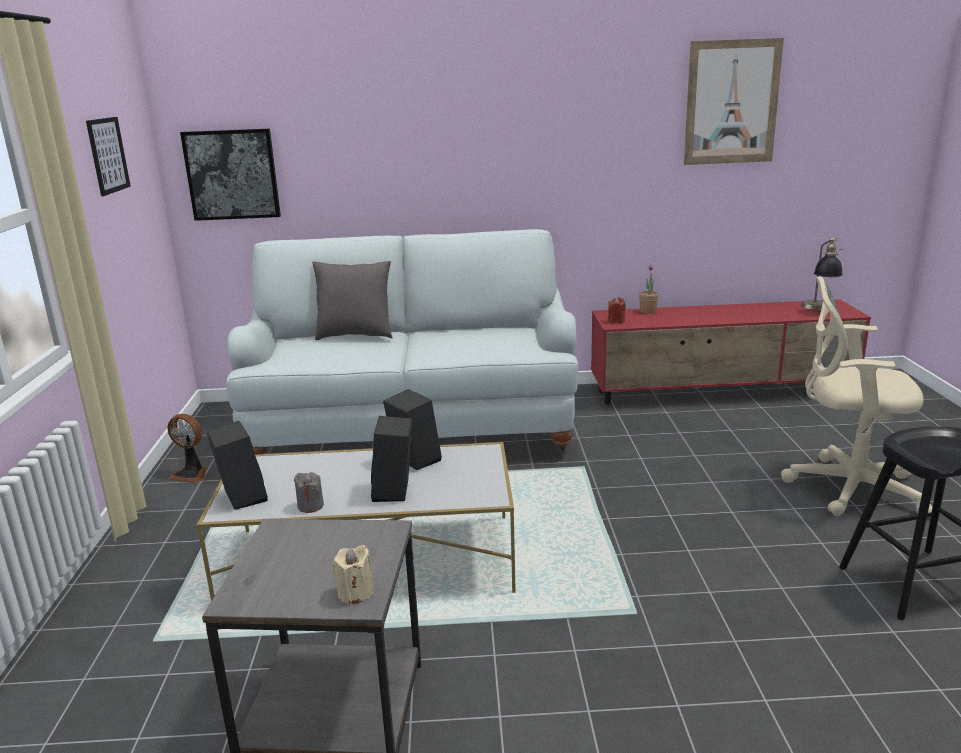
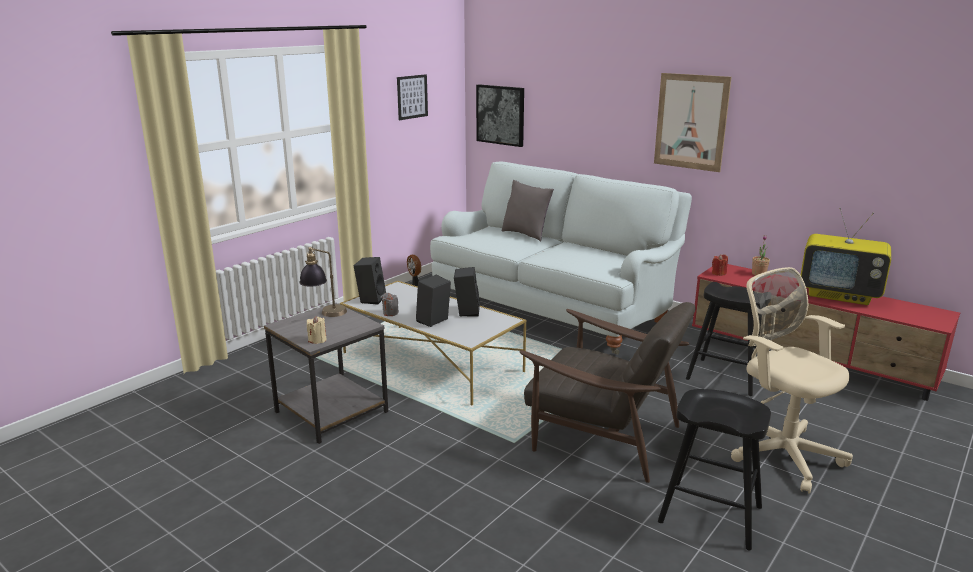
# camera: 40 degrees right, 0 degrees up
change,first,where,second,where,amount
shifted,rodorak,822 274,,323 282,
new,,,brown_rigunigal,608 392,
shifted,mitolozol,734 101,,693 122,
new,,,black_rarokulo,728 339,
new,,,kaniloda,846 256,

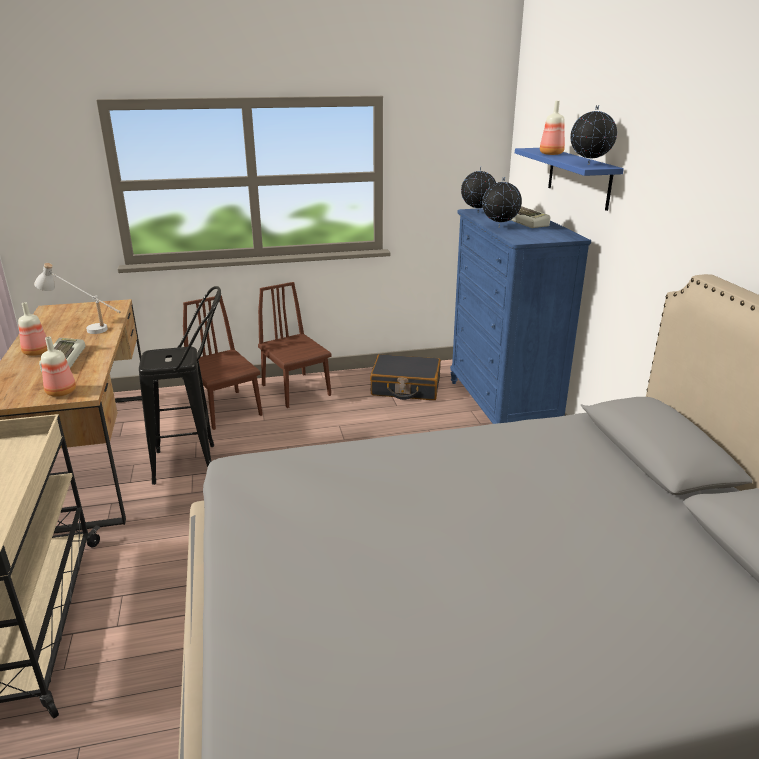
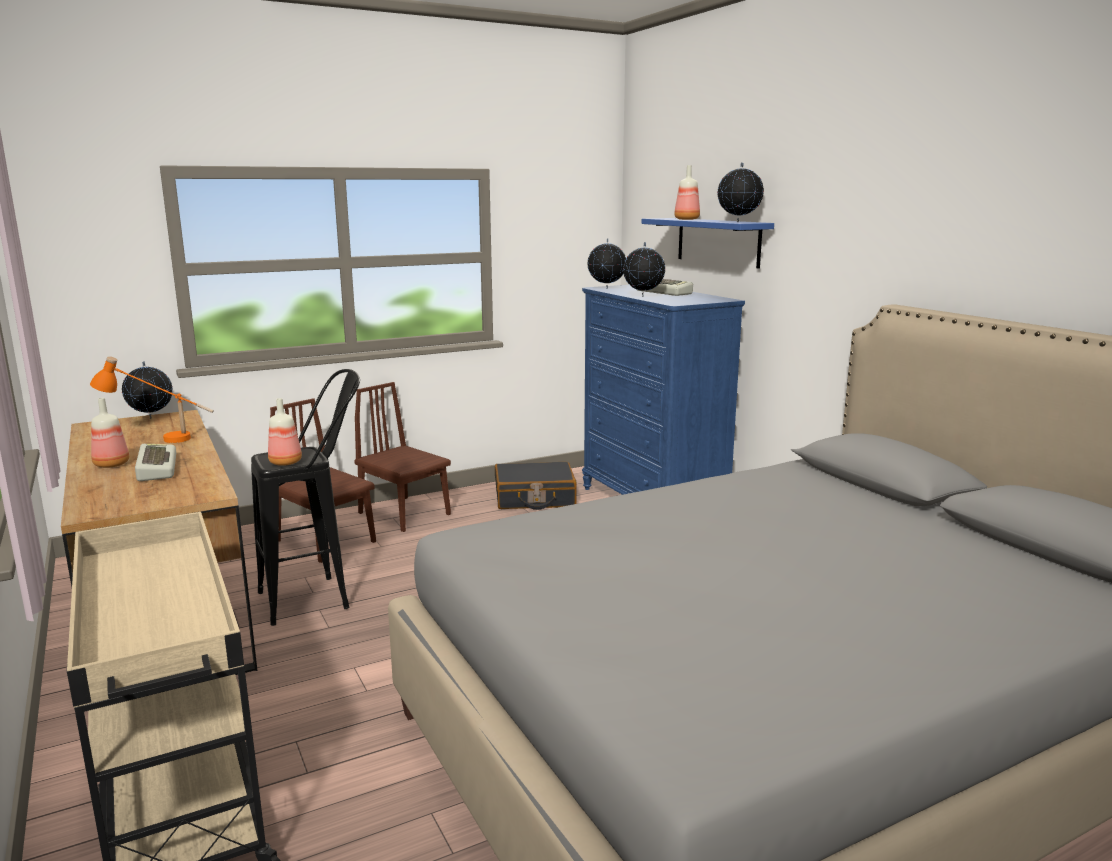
# camera: 15 degrees left, 10 degrees down
change,first,where,second,where,amount
repainted,white_rodorak,77 298,orange_rodorak,152 399,
new,,,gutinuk,147 390,
shifted,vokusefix,58 367,,285 432,

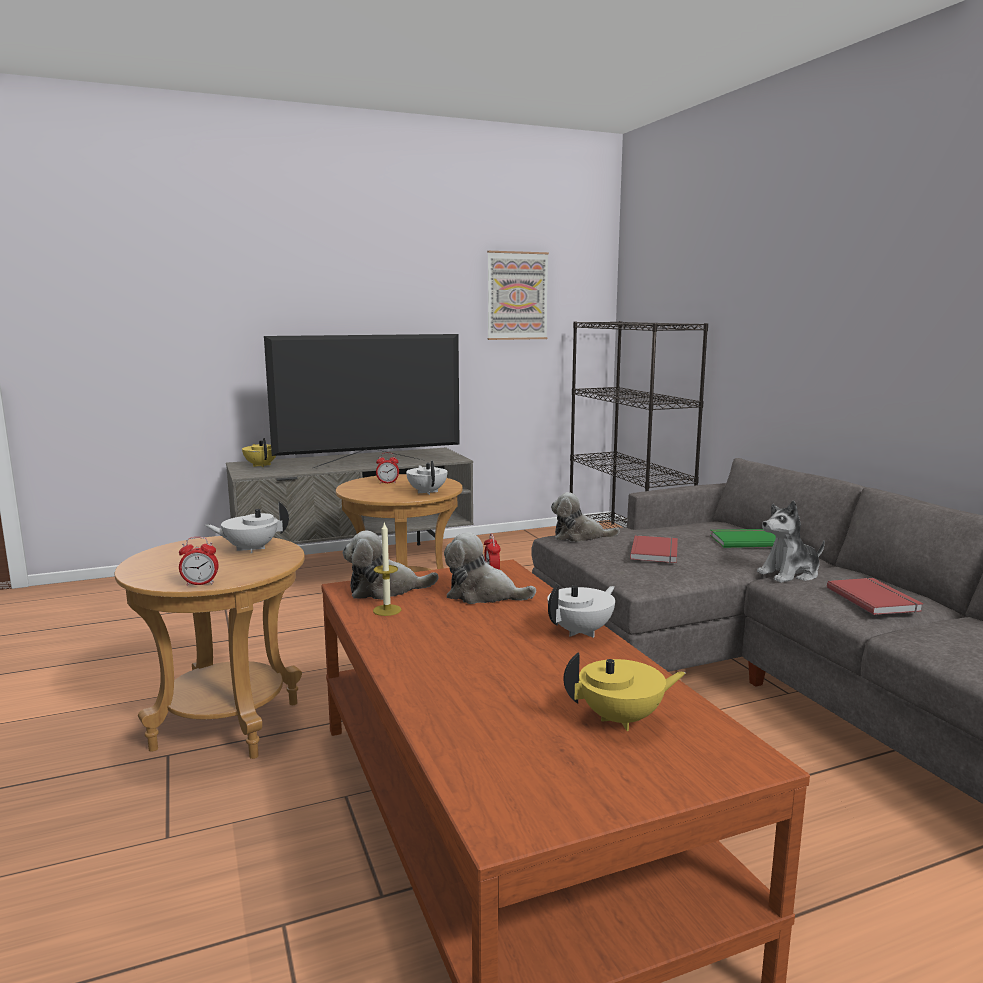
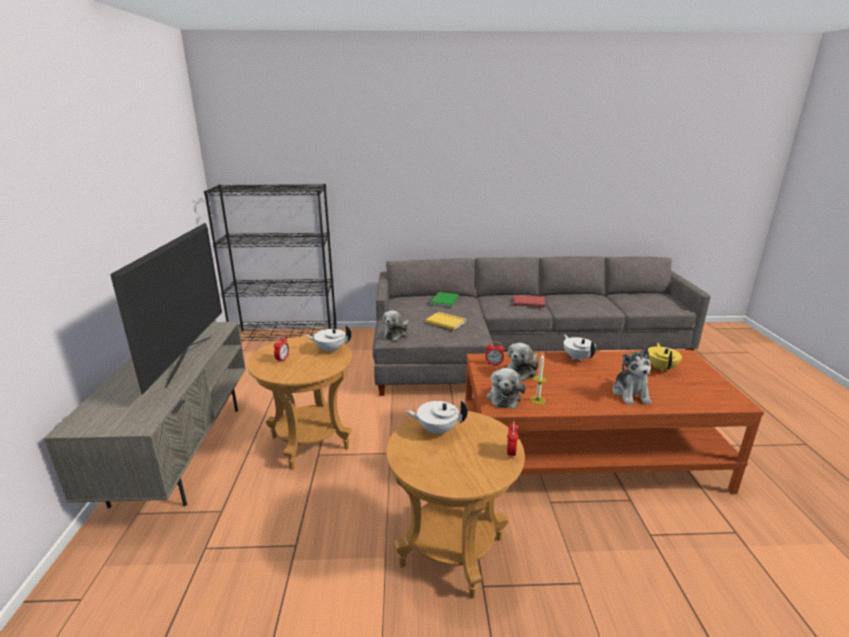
# camera: 70 degrees left, 10 degrees up
change,first,where,second,where,amount
rotated,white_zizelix,247 527,,436 419,90 degrees clockwise
repainted,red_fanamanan,654 549,yellow_fanamanan,445 321,
shifted,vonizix,791 541,,632 375,
gone,yellow_zizelix,259 452,,,
gone,mitolozol,518 295,,,

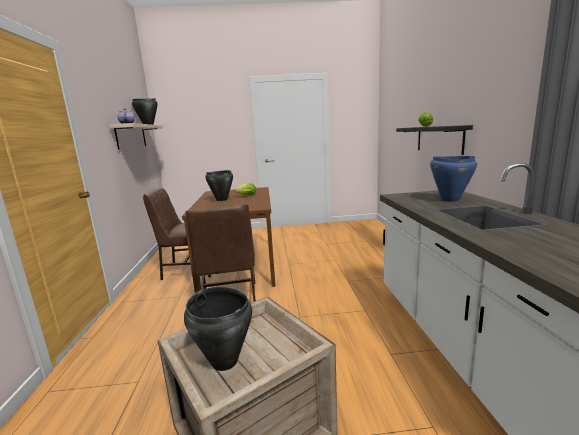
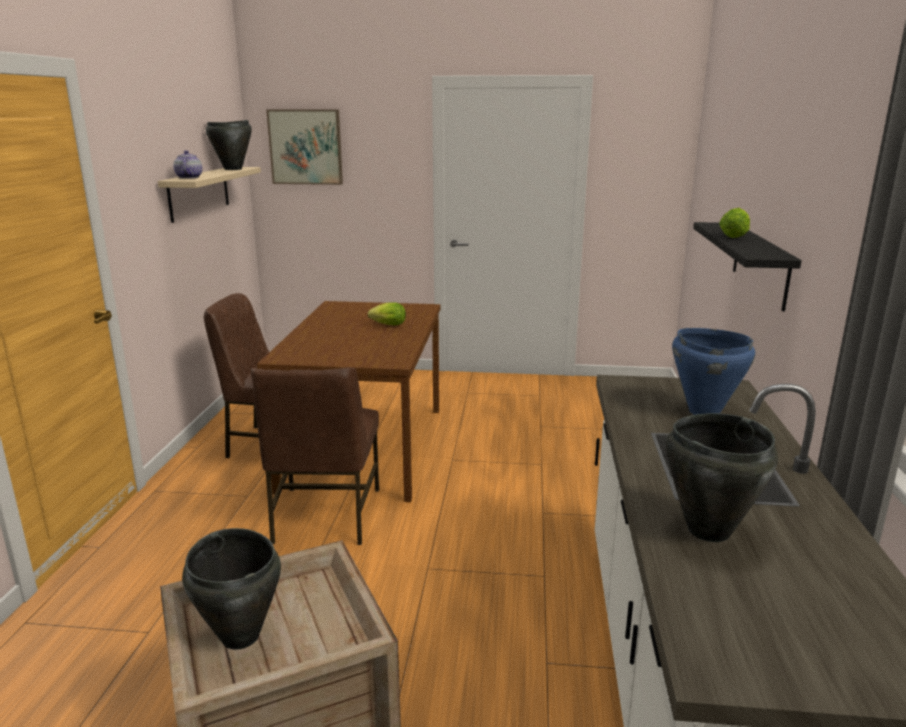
# camera: 10 degrees right, 5 degrees up
change,first,where,second,where,amount
new,,,mitolozol,304 147,
shifted,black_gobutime,219 185,,722 477,

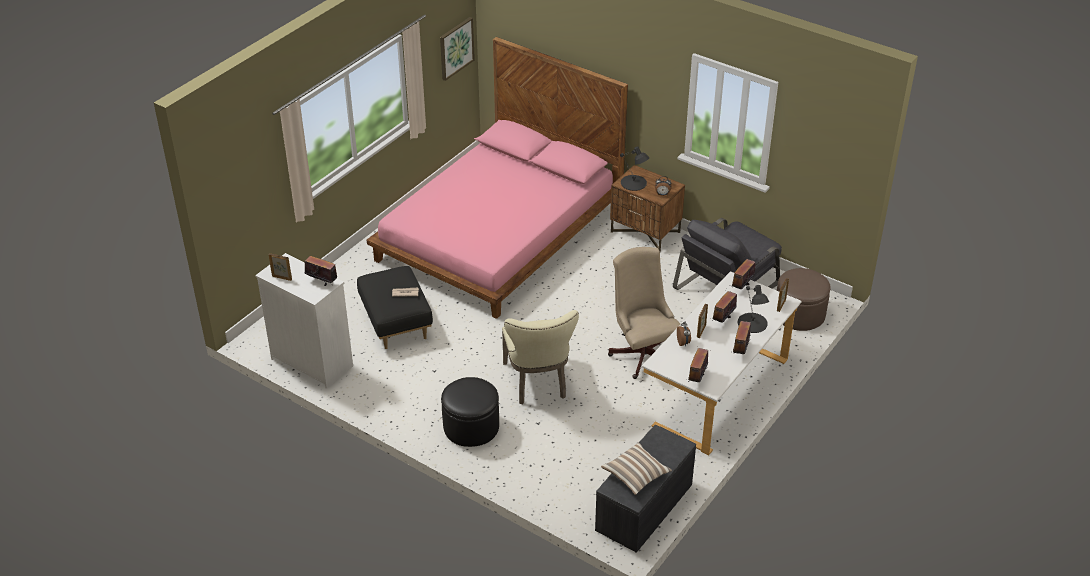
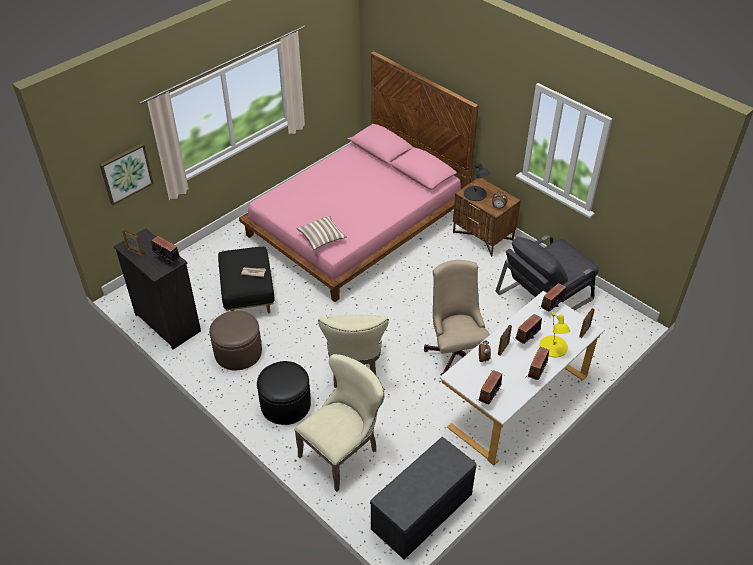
# camera: 10 degrees right, 5 degrees up
change,first,where,second,where,amount
shifted,mitolozol,457 49,,127 174,
repainted,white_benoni,304 321,black_benoni,157 289,
shifted,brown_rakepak,804 299,,235 340,
new,,,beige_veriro,340 423,
shifted,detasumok,636 468,,322 233,
repainted,black_rodorak,753 309,yellow_rodorak,554 334,

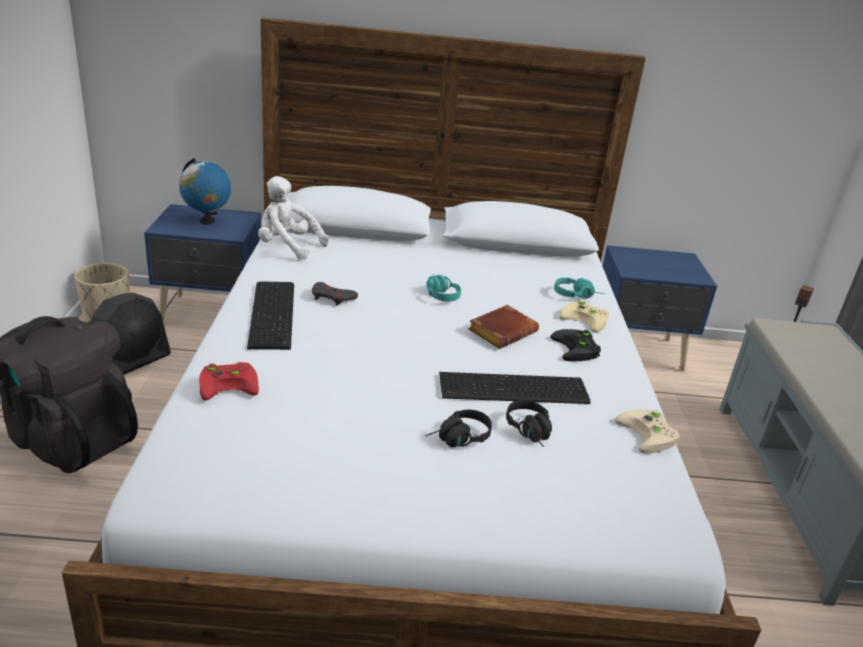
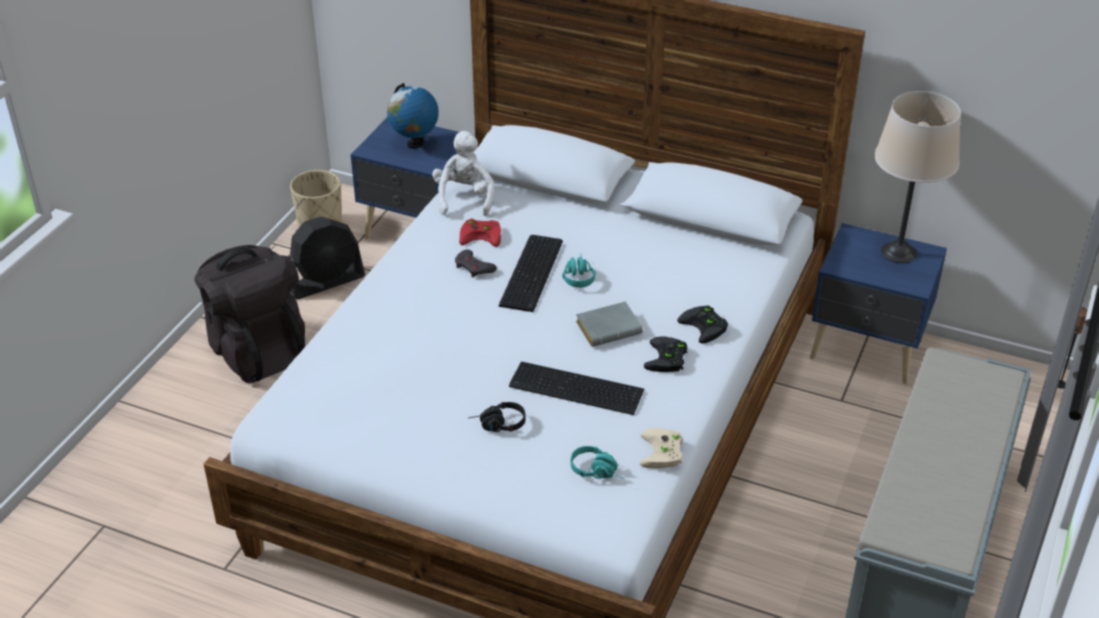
# camera: 25 degrees right, 10 degrees up
change,first,where,second,where,amount
rotated,white_vonizix,293 218,,463 173,45 degrees clockwise
shifted,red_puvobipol,229 381,,480 233,
shifted,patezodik,270 315,,530 273,
shifted,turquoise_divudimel,579 288,,597 462,
repainted,brown_fanamanan,503 327,grey_fanamanan,609 324,
repainted,beige_puvobipol,584 316,black_puvobipol,702 324,
new,,,beige_rodorak,917 177,
gone,black_divudimel,529 423,,,

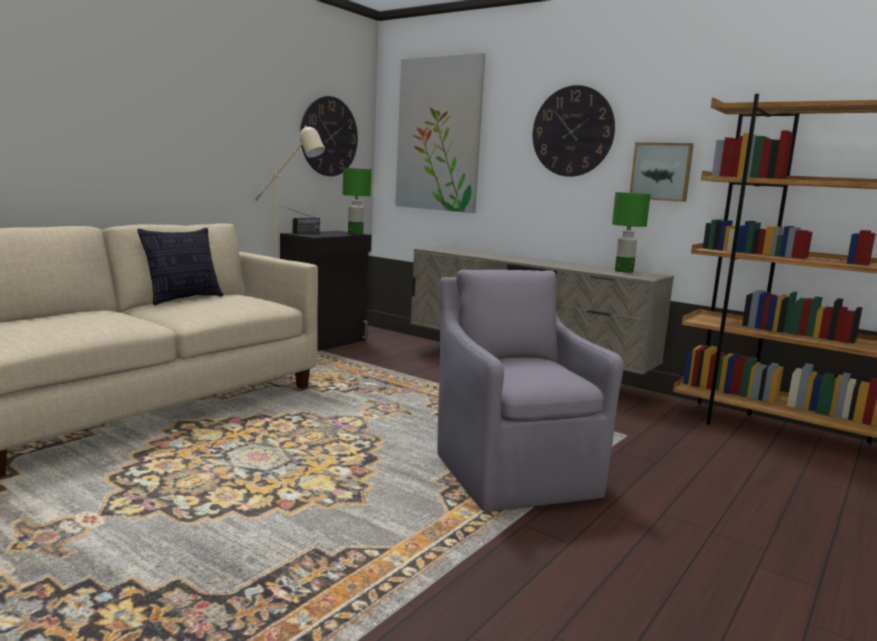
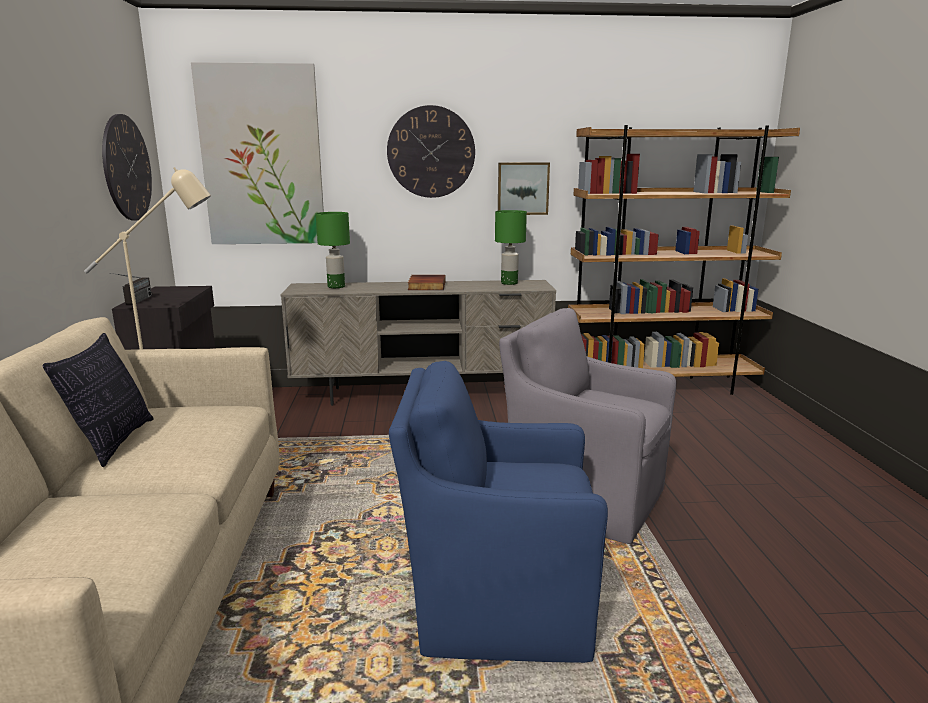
# camera: 40 degrees left, 5 degrees up
change,first,where,second,where,amount
shifted,green_rodorak,357 201,,333 250,
new,,,blue_rigunigal,498 512,
new,,,fanamanan,427 282,

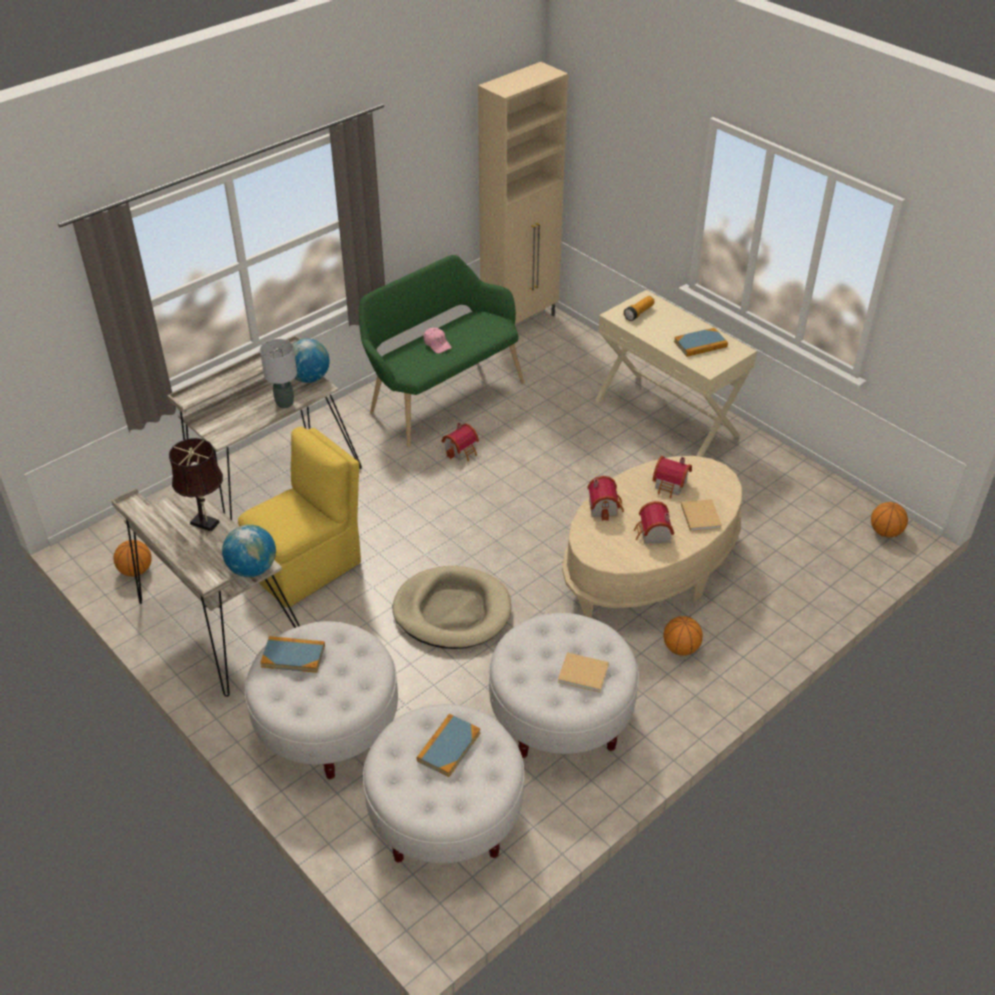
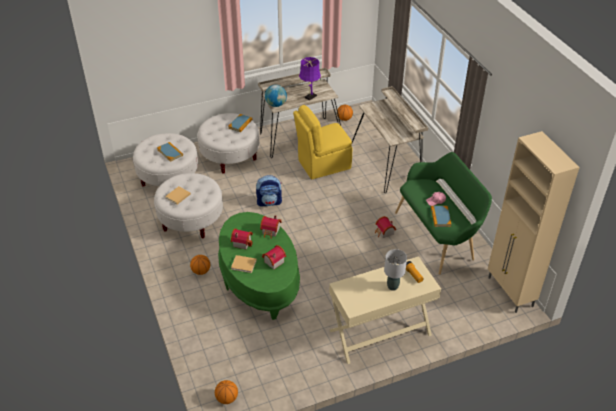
# camera: 110 degrees right, 0 degrees up
change,first,where,second,where,amount
repainted,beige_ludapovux,652 537,green_ludapovux,259 266,
swapped,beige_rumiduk,452 607,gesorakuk,269 190,
rotated,yellow_veriro,299 517,,322 142,90 degrees clockwise
repainted,brown_rodorak,196 485,purple_rodorak,310 78,
shifted,grey_rodorak,278 373,,395 270,
shifted,fanamanan,701 342,,441 216,
gone,gutinuk,311 361,,,

